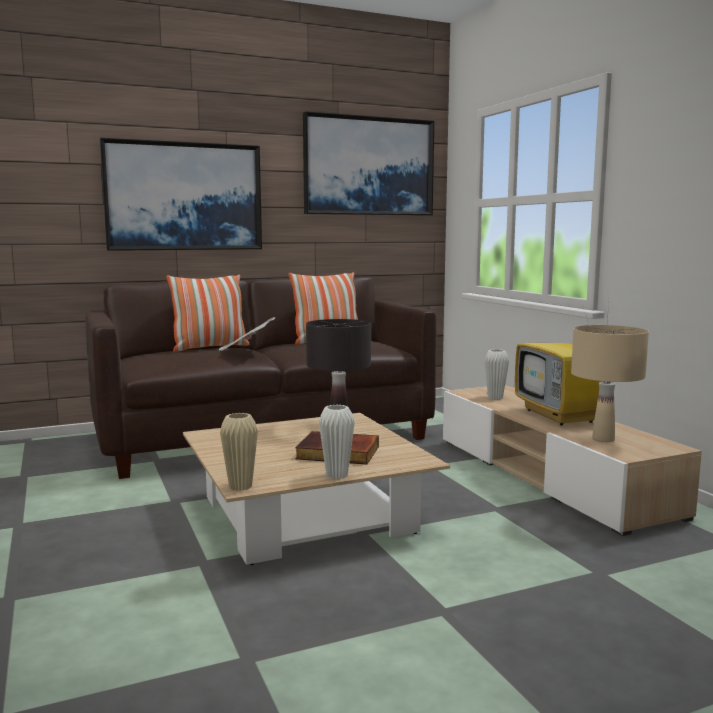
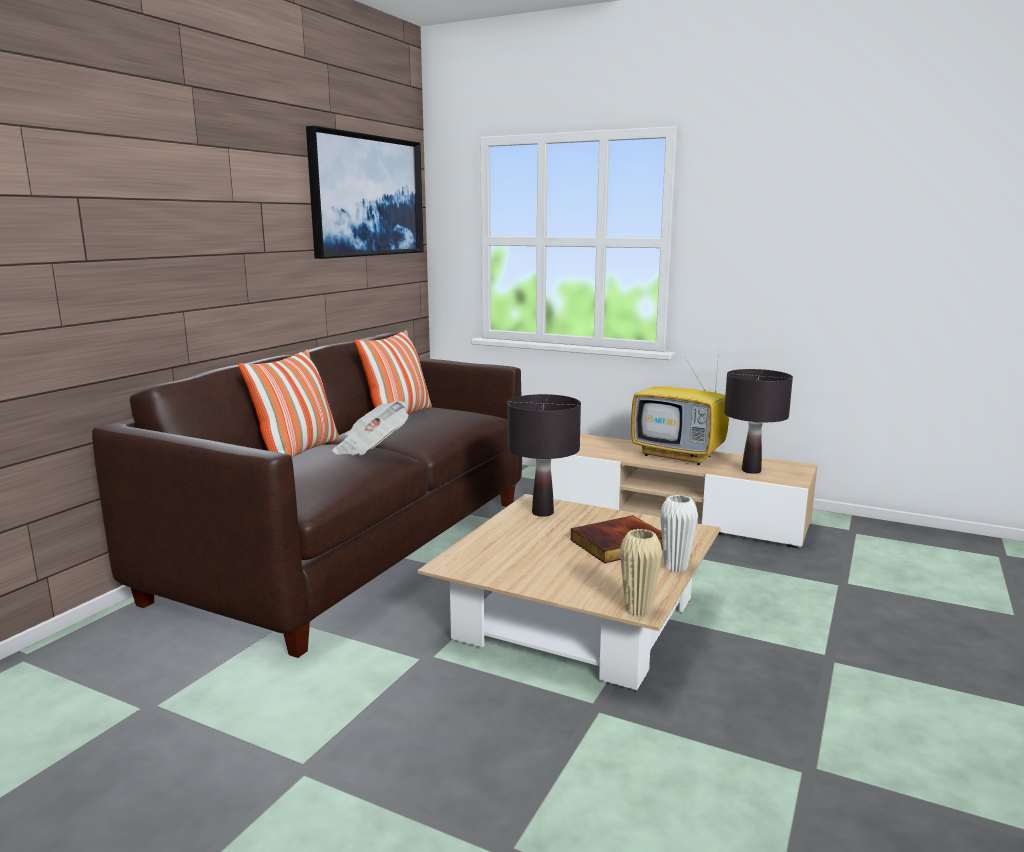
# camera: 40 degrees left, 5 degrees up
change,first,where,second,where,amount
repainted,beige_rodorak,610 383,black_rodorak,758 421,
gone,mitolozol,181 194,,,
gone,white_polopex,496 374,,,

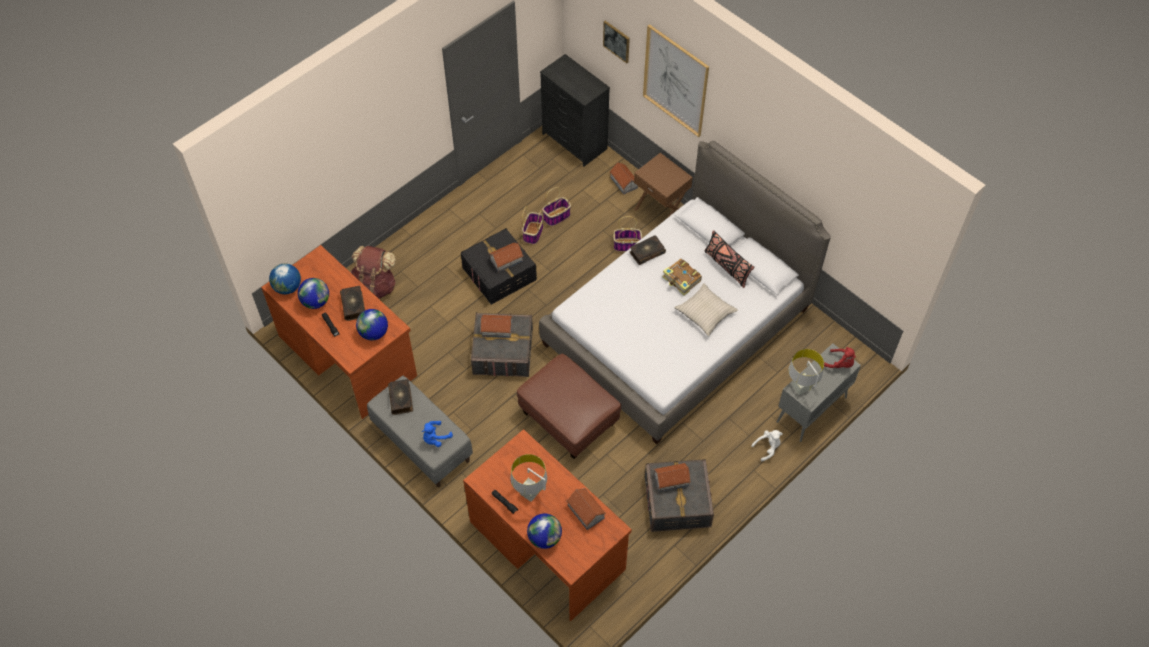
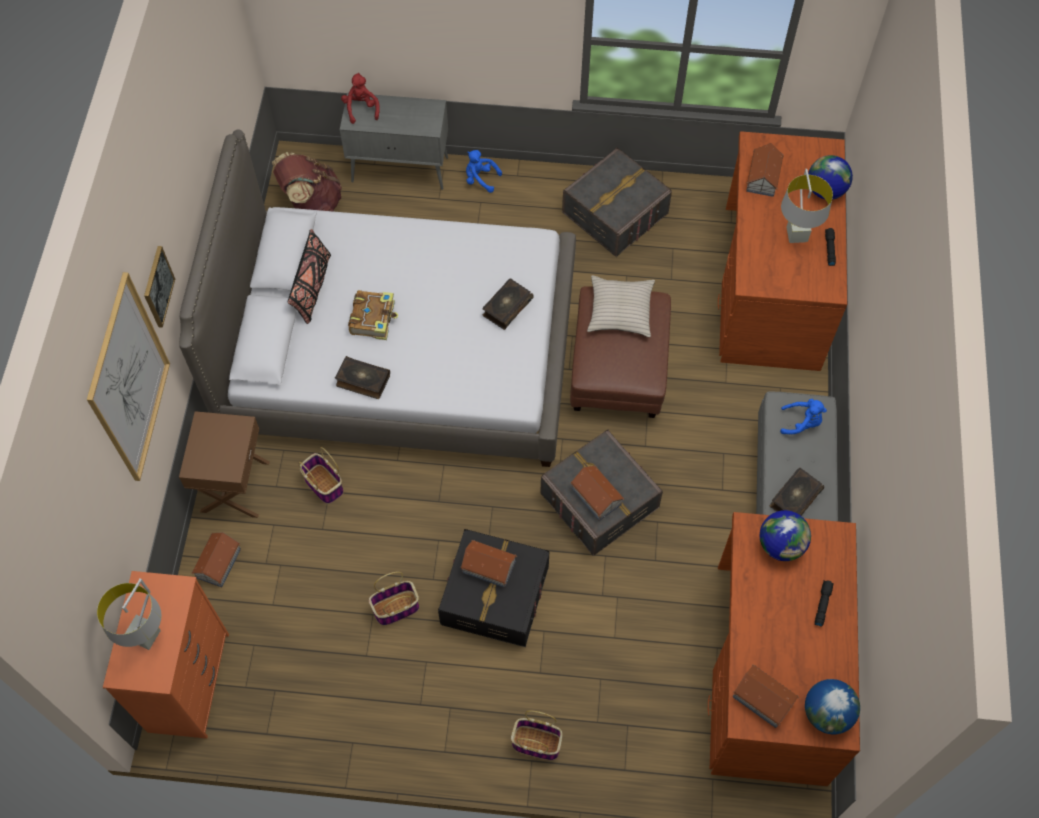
# camera: 130 degrees left, 5 degrees up
change,first,where,second,where,amount
shifted,grey_rodorak,806 372,,129 614,
repainted,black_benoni,575 110,orange_benoni,166 655,
shifted,mitolozol,616 42,,159 287,
shifted,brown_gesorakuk,373 272,,307 182,
repainted,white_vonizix,767 445,blue_vonizix,484 171,
shifted,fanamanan,352 303,,508 304,
shifted,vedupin,556 206,,536 735,
shifted,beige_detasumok,706 309,,621 306,
shifted,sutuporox,672 477,,766 696,
gone,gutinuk,313 293,,,

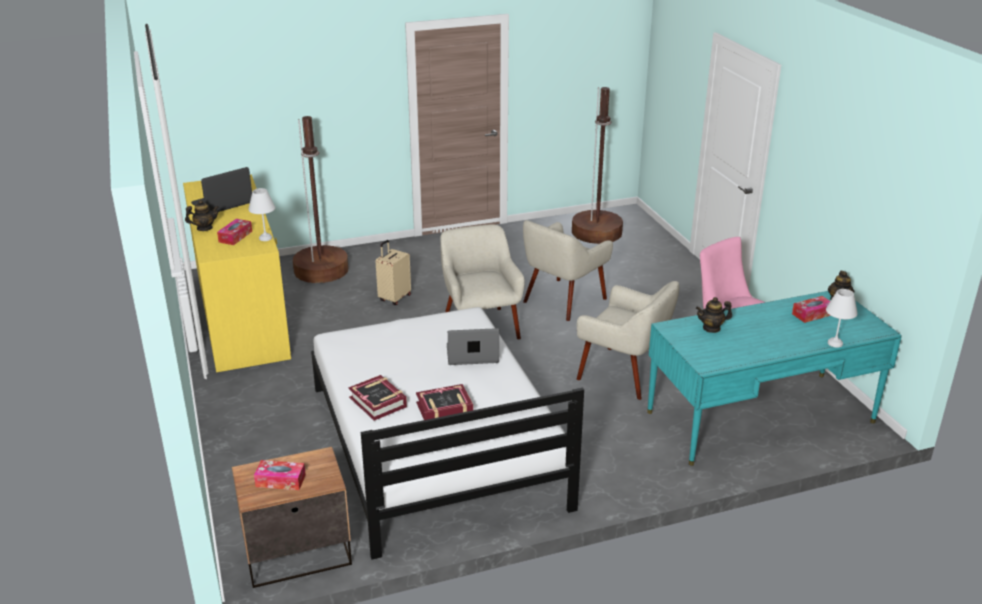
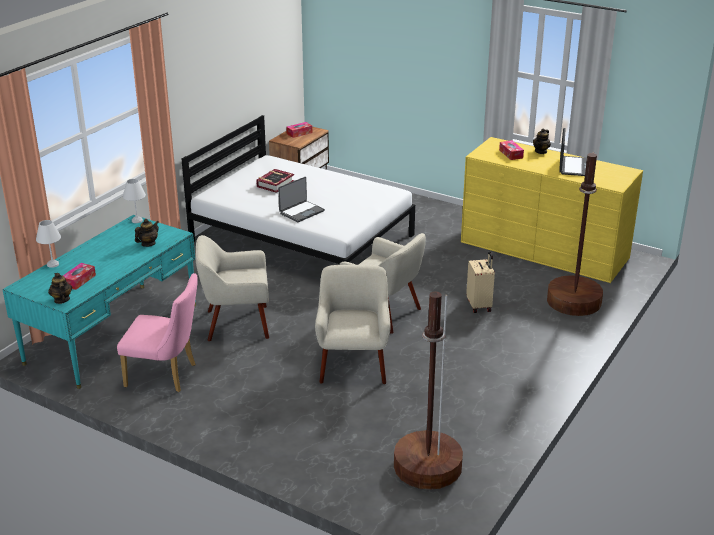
# camera: 140 degrees right, 0 degrees up
change,first,where,second,where,amount
shifted,white_rodorak,262 214,,134 201,
gone,fanamanan,378 398,,,

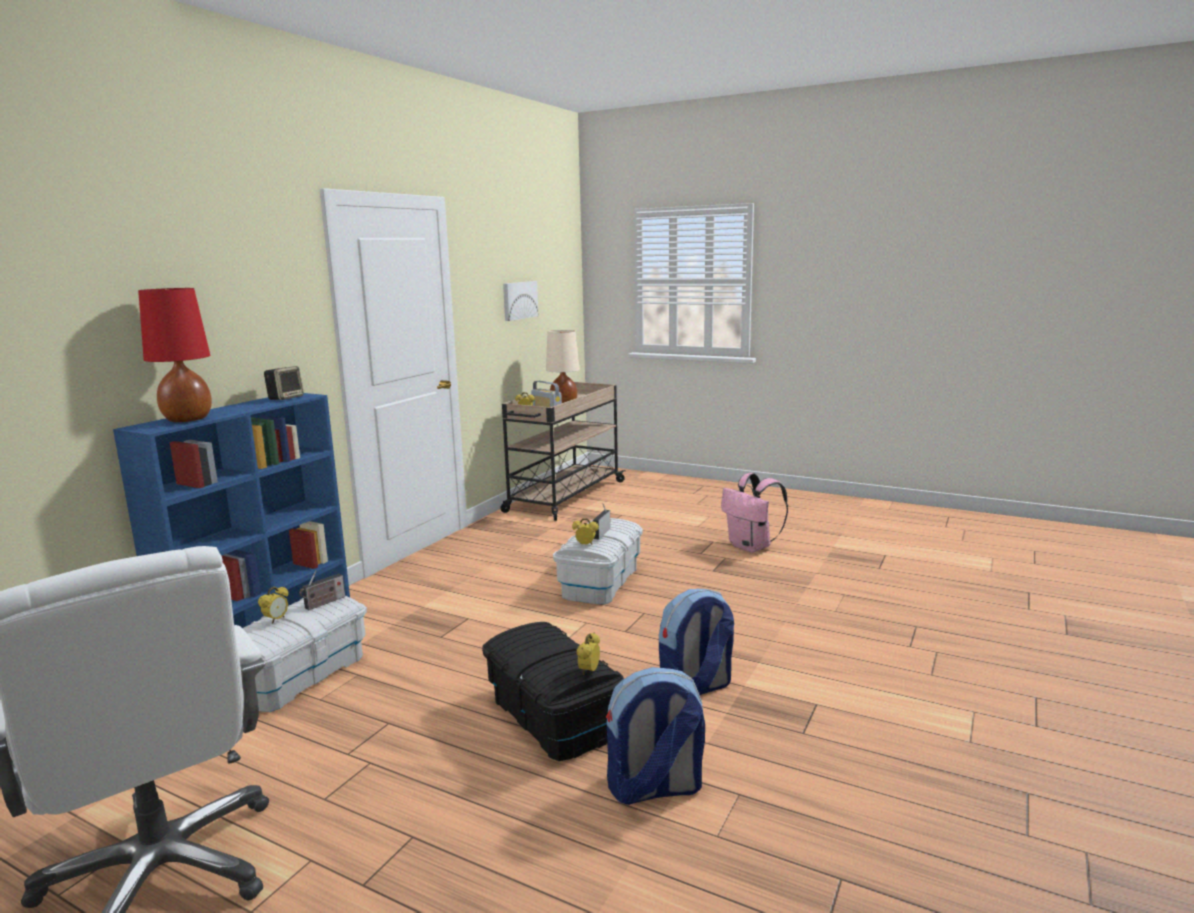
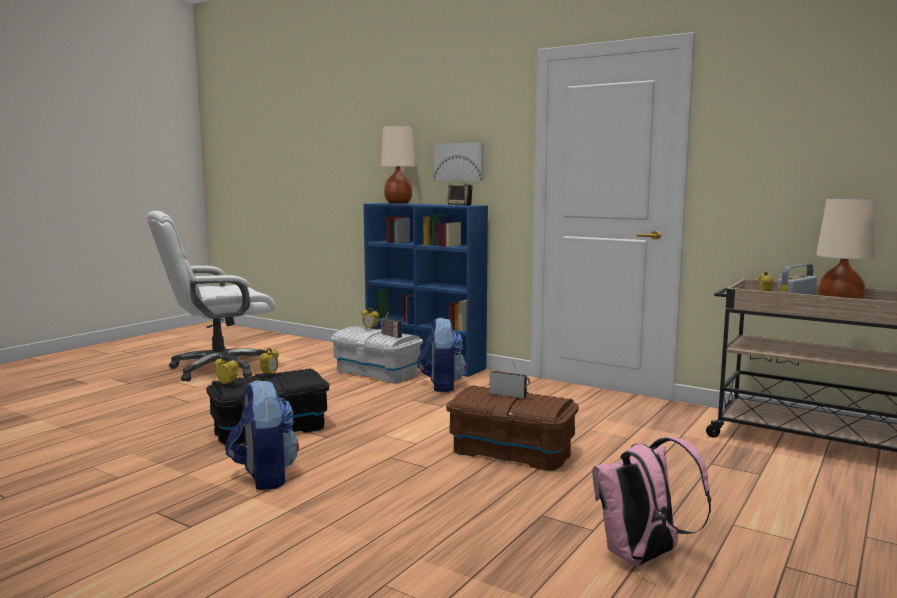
# camera: 95 degrees right, 5 degrees down
change,first,where,second,where,amount
shifted,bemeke,585 531,,269 362,
repainted,red_rodorak,175 355,beige_rodorak,398 165,
shifted,gesorakuk,655 736,,441 354,
shifted,mitolozol,520 301,,459 161,
repainted,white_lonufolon,598 561,brown_lonufolon,512 428,

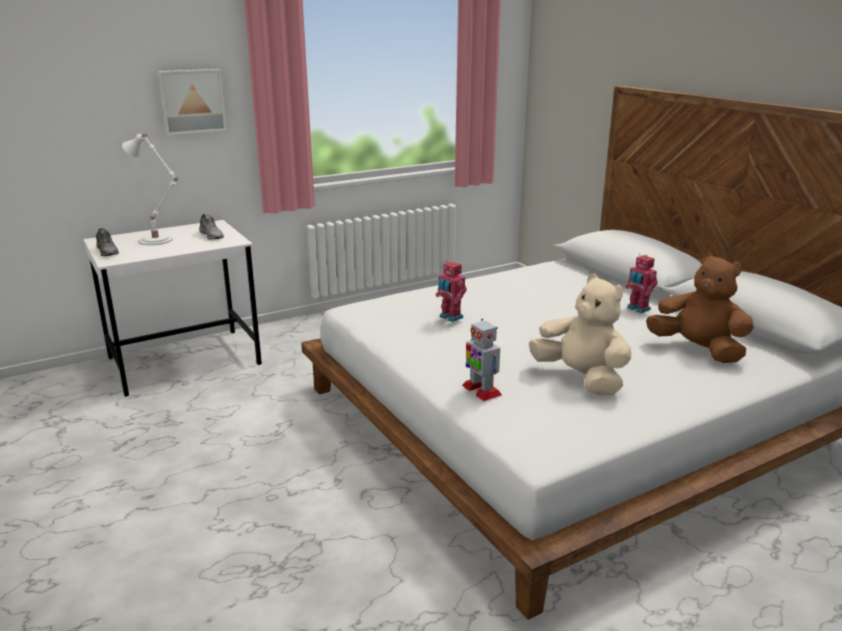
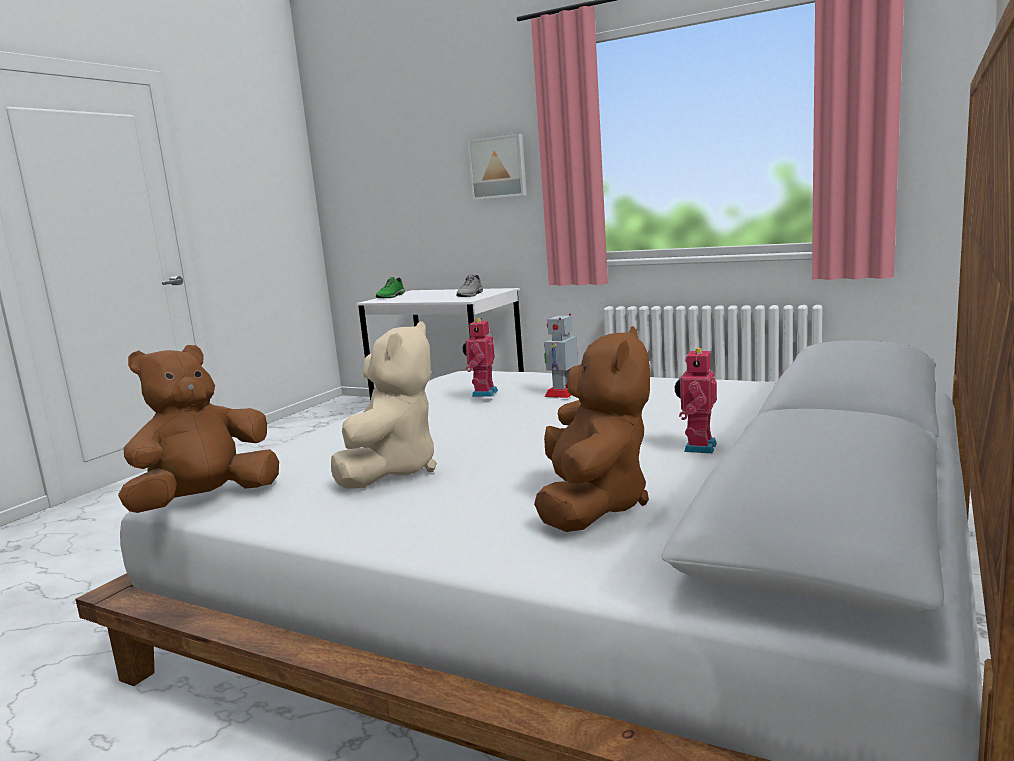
# camera: 60 degrees right, 10 degrees down
change,first,where,second,where,amount
new,,,brown_vonizix,198 429,
repainted,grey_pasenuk,107 242,green_pasenuk,390 287,
shifted,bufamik,482 360,,561 355,
gone,white_rodorak,151 189,,,

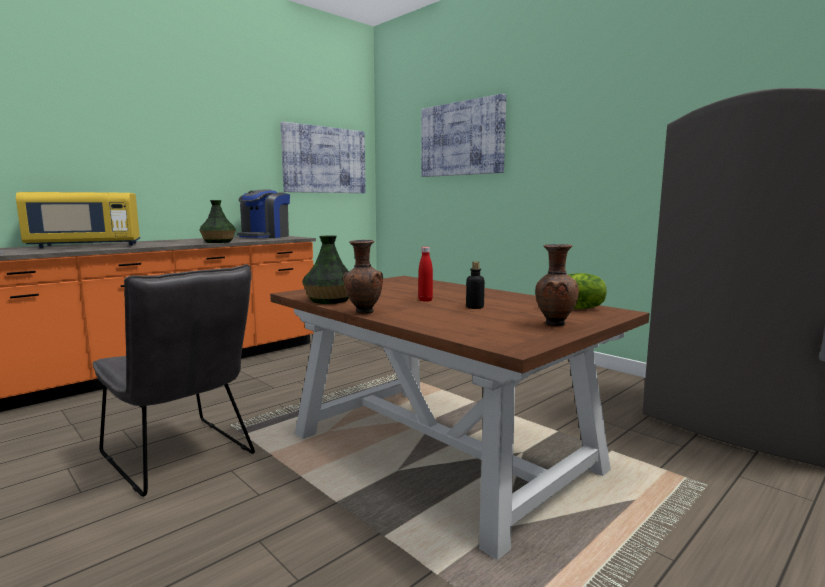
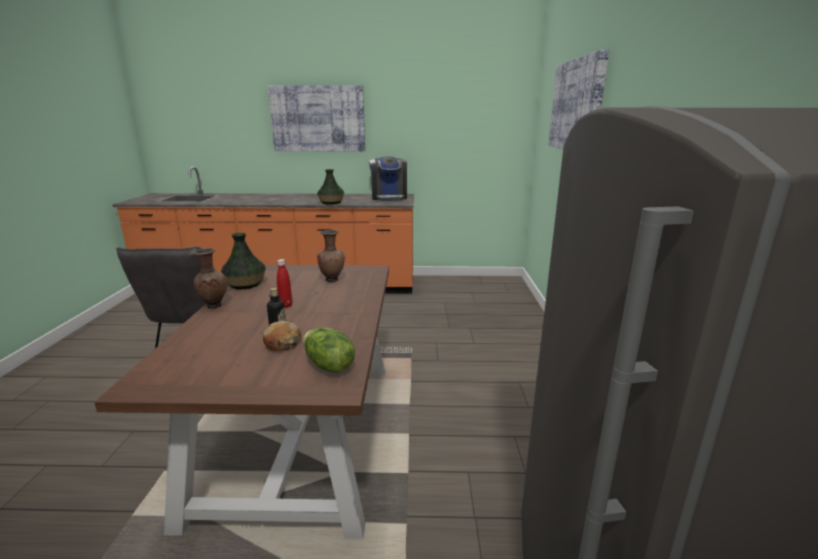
# camera: 45 degrees right, 10 degrees up
change,first,where,second,where,amount
new,,,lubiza,282 336,
shifted,mitolozol,323 157,,316 118,
shifted,brown_polopex,557 285,,331 256,
rotated,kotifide,263 213,,388 178,75 degrees counterclockwise
gone,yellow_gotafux,78 220,,,

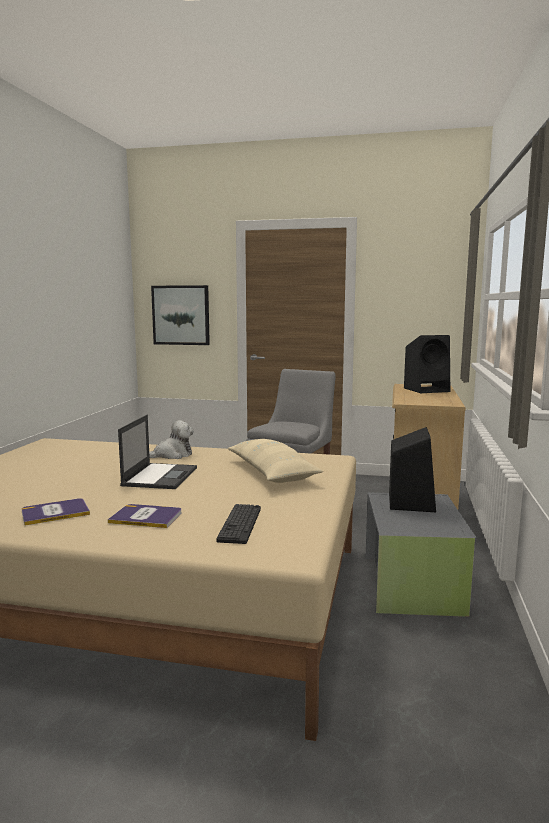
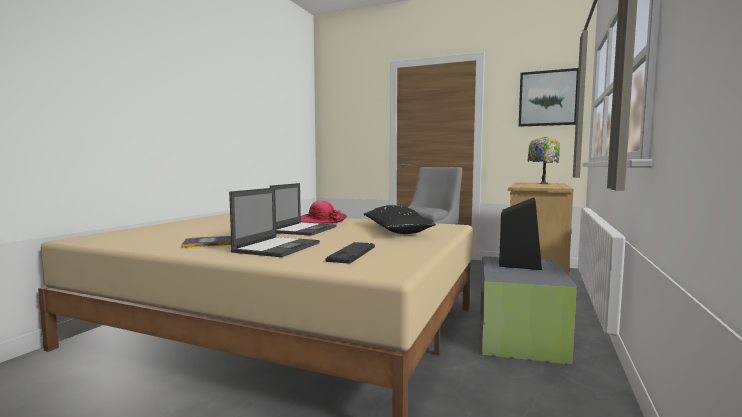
# camera: 10 degrees right, 5 degrees down
change,first,where,second,where,amount
swapped,fanamanan,144 516,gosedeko,274 222,
swapped,vonizix,171 439,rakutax,324 212,
repainted,beige_detasumok,275 461,black_detasumok,400 219,
shifted,mitolozol,180 315,,548 97,
swapped,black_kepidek,427 364,rodorak,543 160,

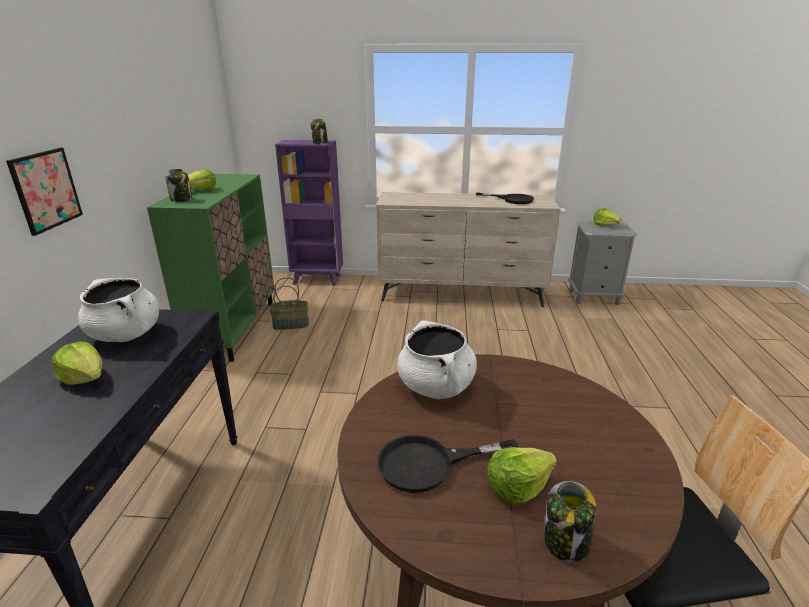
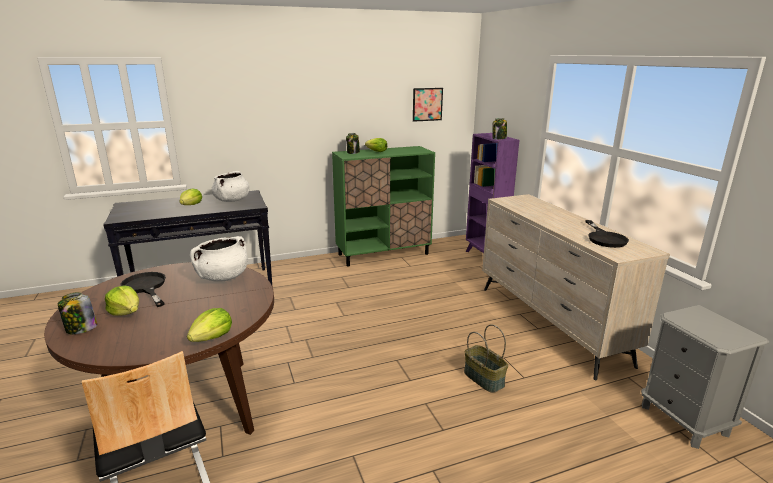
# camera: 65 degrees right, 5 degrees down
change,first,where,second,where,amount
shifted,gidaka,607 217,,209 325,
shifted,mitolozol,44 192,,428 105,
shifted,vedupin,289 303,,486 359,

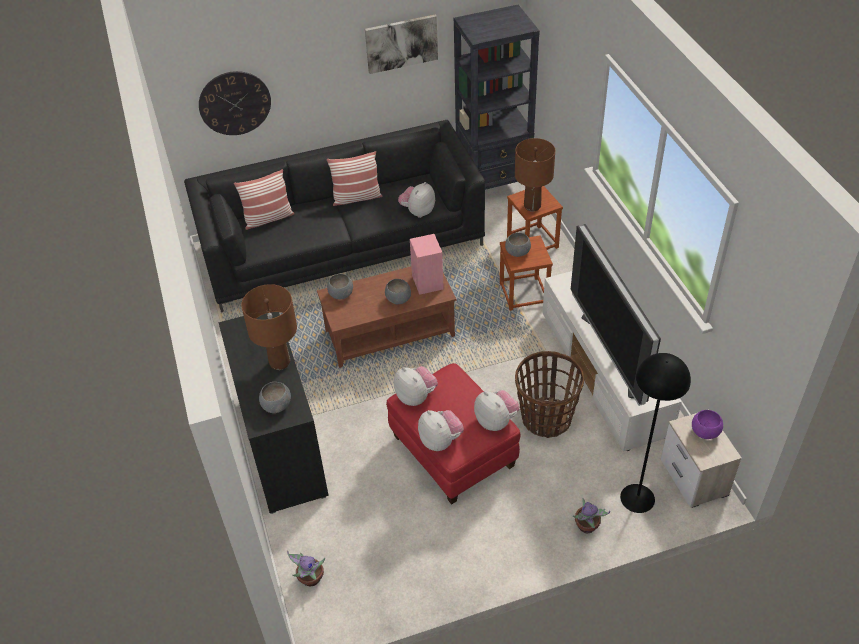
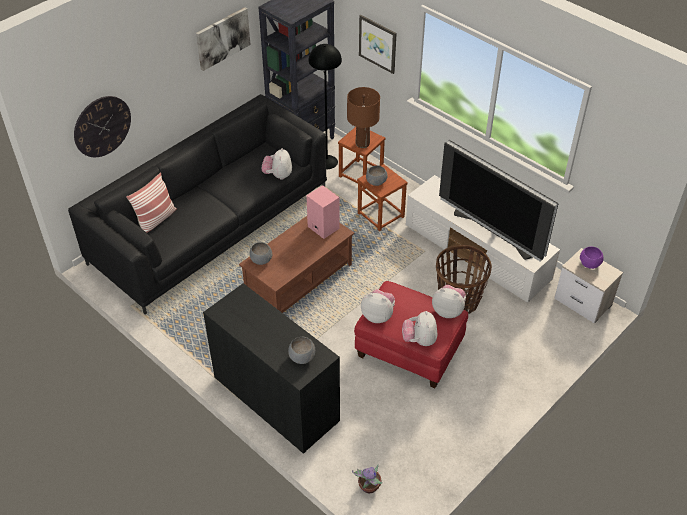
# camera: 30 degrees left, 0 degrees up
change,first,where,second,where,amount
shifted,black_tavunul,655 433,,325 106,
new,,,mitolozol,378 44,
rotated,vonizix,441 430,,419 328,120 degrees counterclockwise
gone,brown_rodorak,269 327,,,
gone,detasumok,355 178,,,
gone,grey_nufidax,398 291,,,
gone,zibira,591 516,,,

